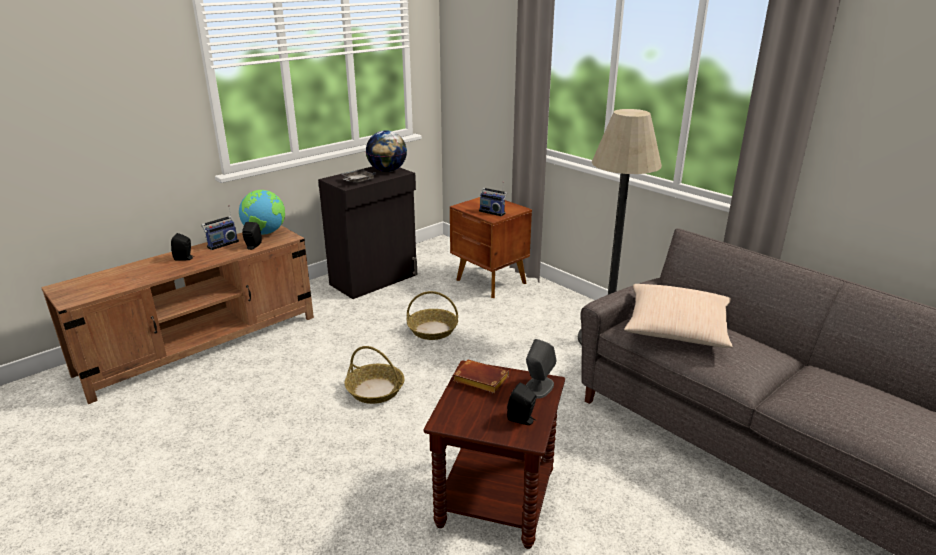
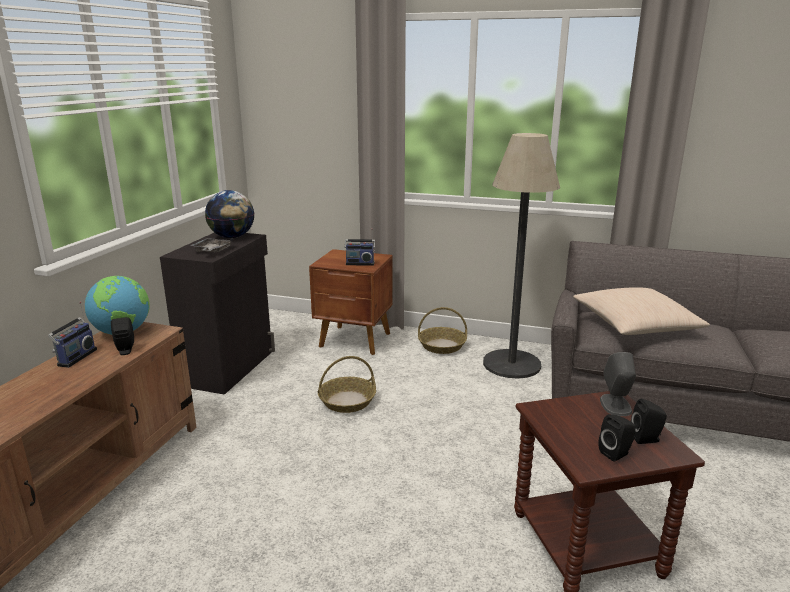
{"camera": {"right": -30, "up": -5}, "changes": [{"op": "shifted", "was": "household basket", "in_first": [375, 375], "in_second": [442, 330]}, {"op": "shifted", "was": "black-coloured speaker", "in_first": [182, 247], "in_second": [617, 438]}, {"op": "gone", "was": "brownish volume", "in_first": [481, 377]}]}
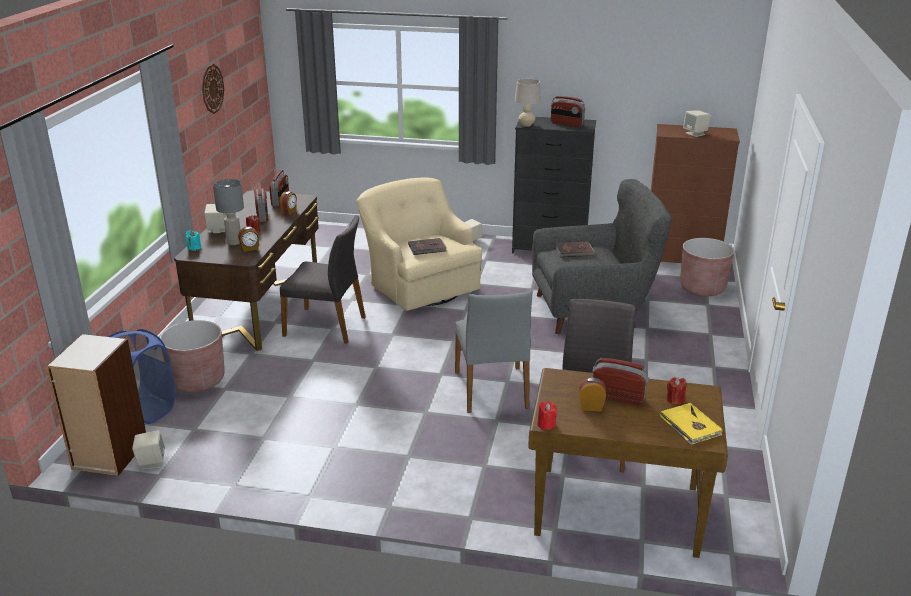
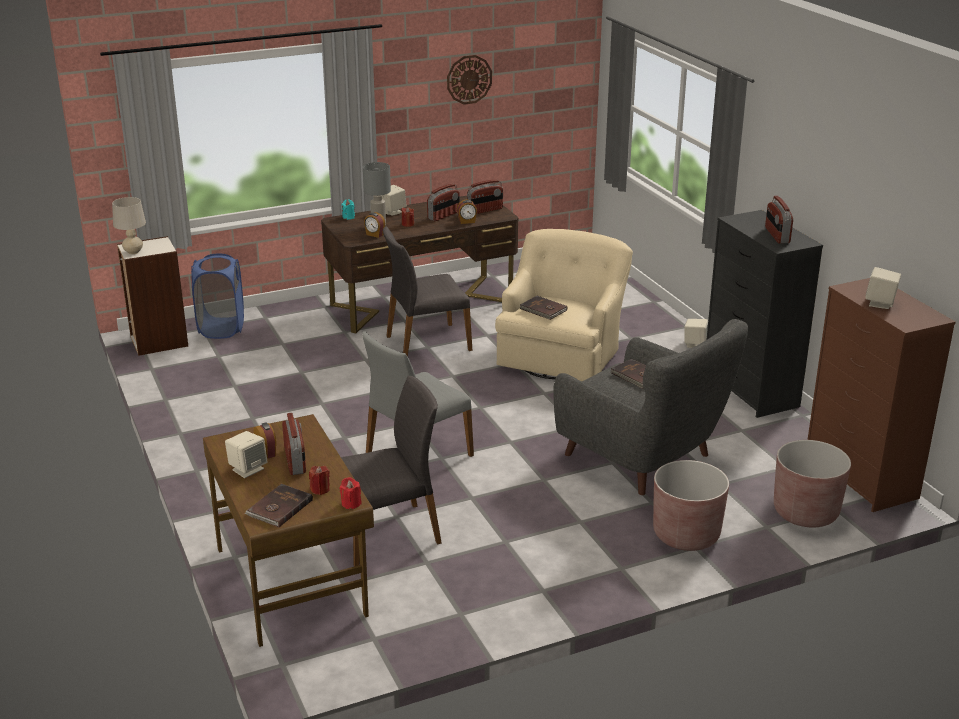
{"camera": {"right": 55, "up": 0}, "changes": [{"op": "shifted", "was": "beige table lamp", "in_first": [527, 103], "in_second": [129, 225]}, {"op": "shifted", "was": "beige speaker", "in_first": [148, 449], "in_second": [246, 454]}, {"op": "repainted", "was": "yellow-coloured volume", "now": "brownish volume", "in_first": [691, 423], "in_second": [279, 505]}, {"op": "shifted", "was": "red-coloured candle", "in_first": [547, 415], "in_second": [350, 493]}, {"op": "rotated", "was": "greyish plain chair", "in_first": [323, 279], "in_second": [428, 291], "clockwise": 90}, {"op": "shifted", "was": "brownish plant pot", "in_first": [192, 356], "in_second": [691, 505]}]}
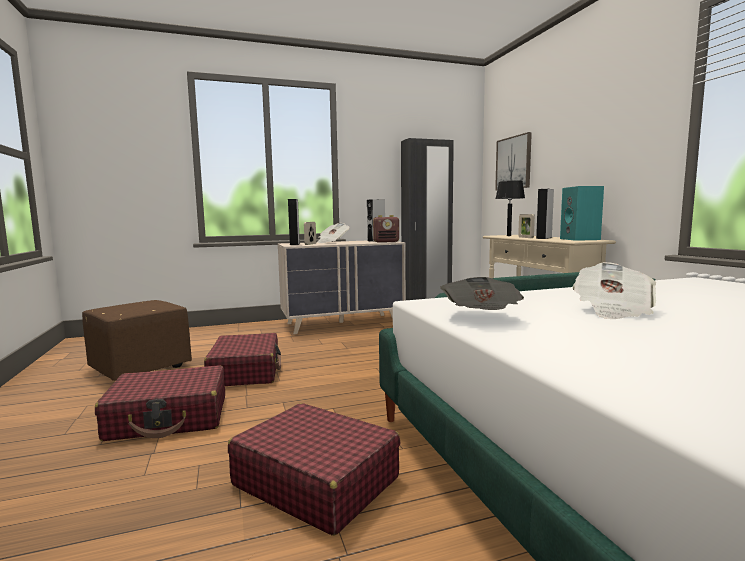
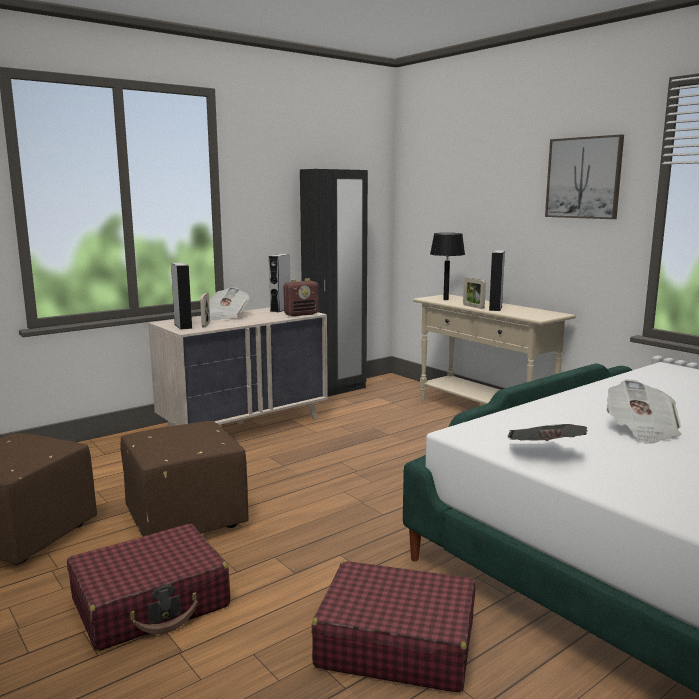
{"camera": {"right": -20, "up": 5}, "changes": [{"op": "swapped", "was": "red-coloured travel case", "now": "brownish footrest", "in_first": [242, 359], "in_second": [184, 479]}, {"op": "shifted", "was": "picture", "in_first": [513, 161], "in_second": [584, 177]}, {"op": "gone", "was": "turquoise speaker", "in_first": [582, 213]}]}
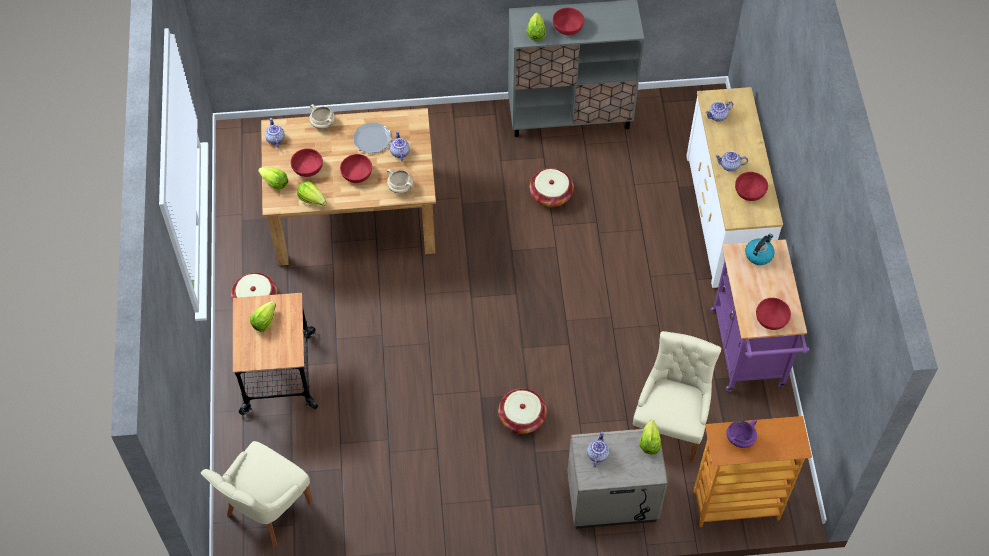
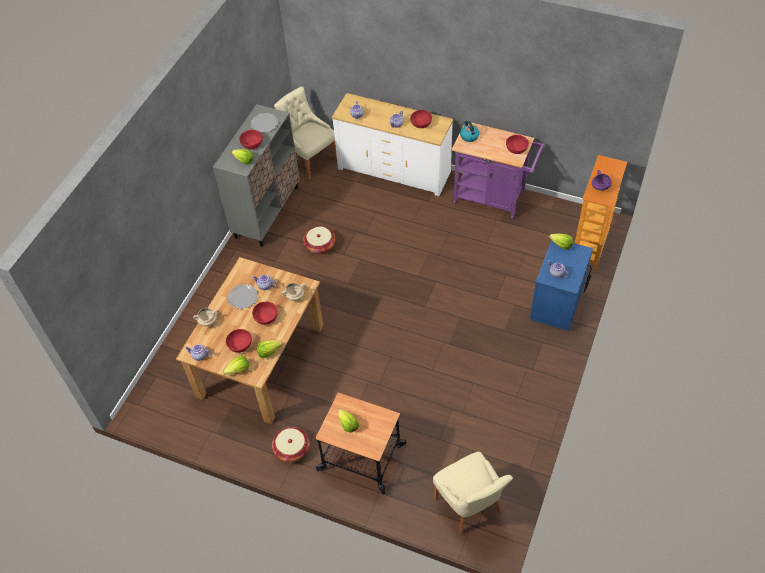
{"camera": {"right": -60, "up": -5}, "changes": [{"op": "new", "now": "plate", "in_second": [264, 122]}, {"op": "shifted", "was": "beige plain chair", "in_first": [677, 396], "in_second": [305, 133]}, {"op": "repainted", "was": "beige nightstand", "now": "blue nightstand", "in_first": [617, 478], "in_second": [561, 285]}, {"op": "gone", "was": "household basket", "in_first": [522, 411]}]}
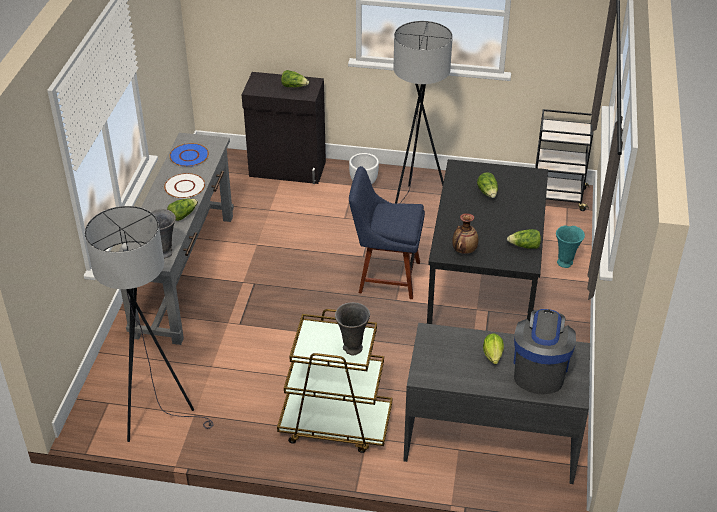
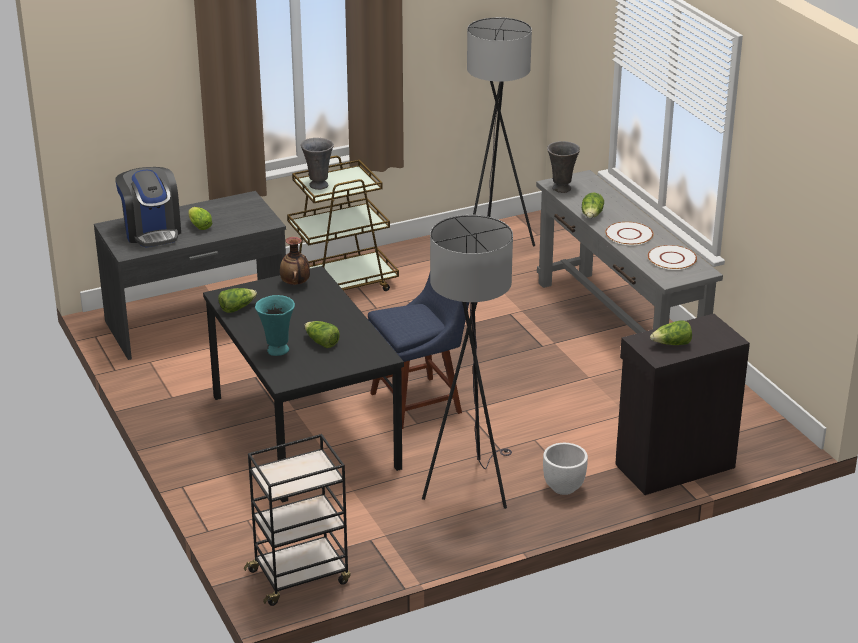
{"camera": {"right": 145, "up": -10}, "changes": [{"op": "shifted", "was": "turquoise vase", "in_first": [570, 246], "in_second": [275, 325]}, {"op": "repainted", "was": "blue plate", "now": "white-coloured plate", "in_first": [189, 155], "in_second": [672, 257]}]}
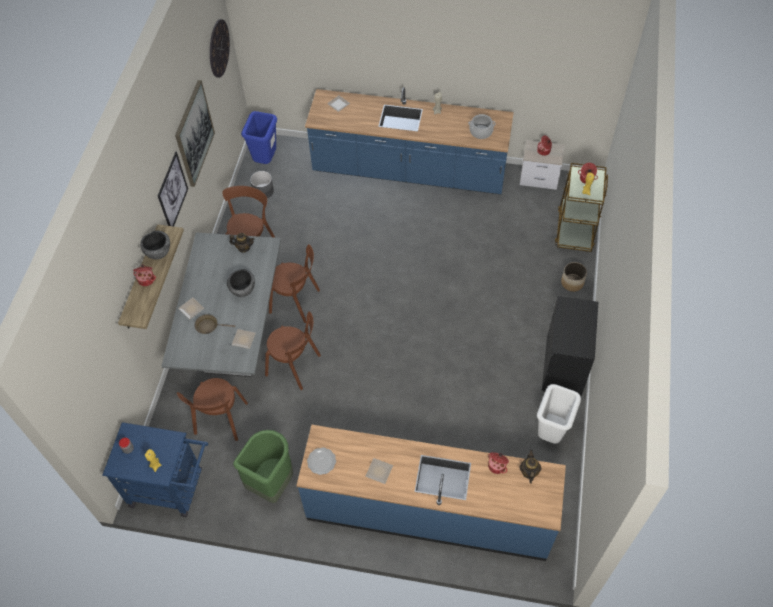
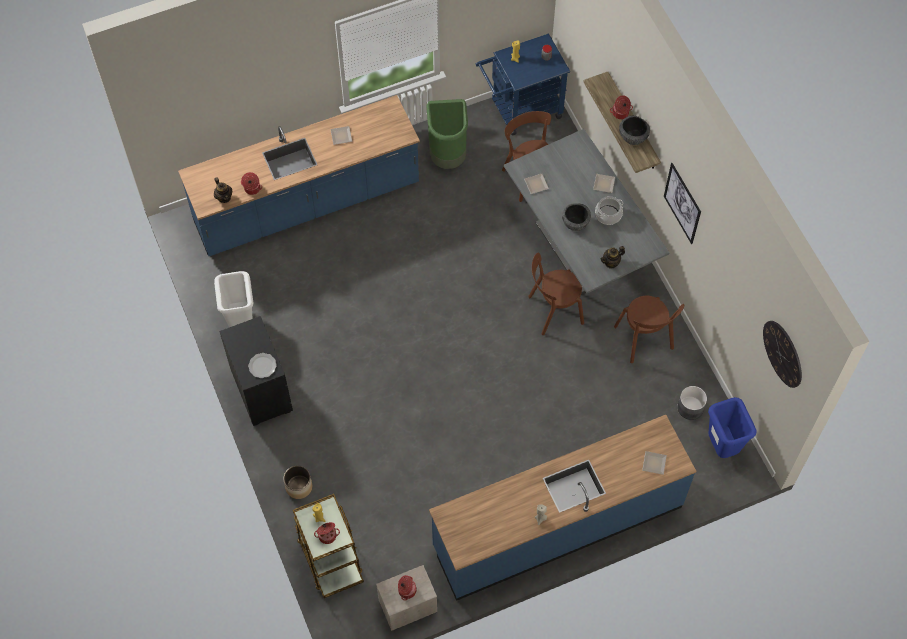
{"camera": {"right": 145, "up": 5}, "changes": [{"op": "shifted", "was": "plate", "in_first": [321, 461], "in_second": [262, 365]}, {"op": "shifted", "was": "cooking pot", "in_first": [482, 126], "in_second": [609, 210]}, {"op": "gone", "was": "picture", "in_first": [195, 133]}, {"op": "gone", "was": "brownish skillet", "in_first": [215, 324]}, {"op": "gone", "was": "brownish plain chair", "in_first": [293, 351]}]}
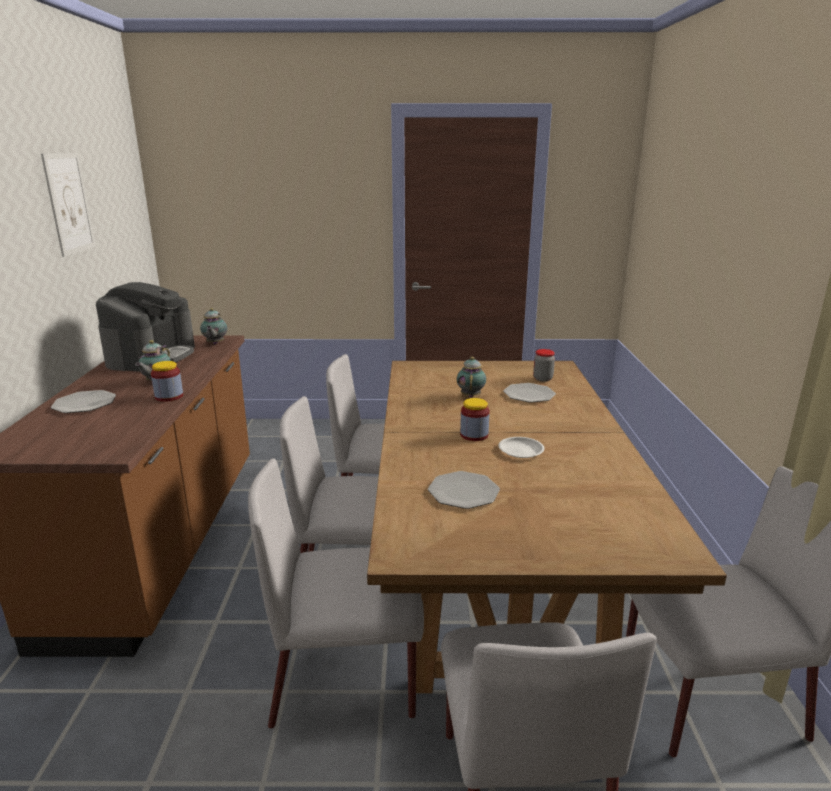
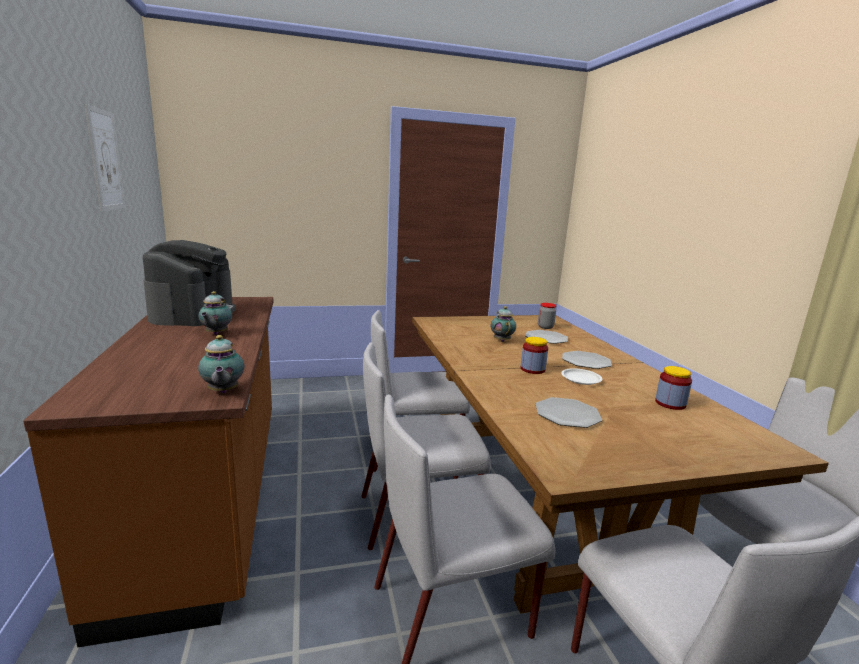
{"camera": {"right": -15, "up": -5}, "changes": [{"op": "shifted", "was": "pot for tea", "in_first": [213, 326], "in_second": [221, 364]}, {"op": "shifted", "was": "plate", "in_first": [83, 401], "in_second": [587, 360]}, {"op": "shifted", "was": "jar", "in_first": [167, 381], "in_second": [673, 388]}]}
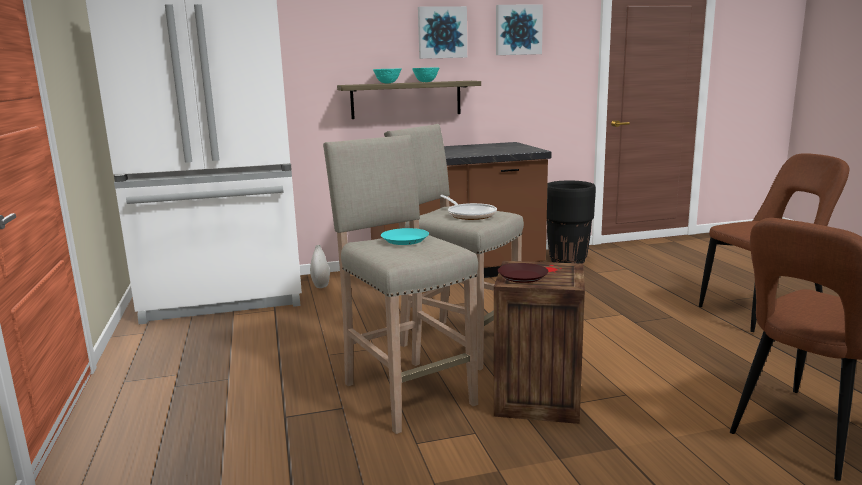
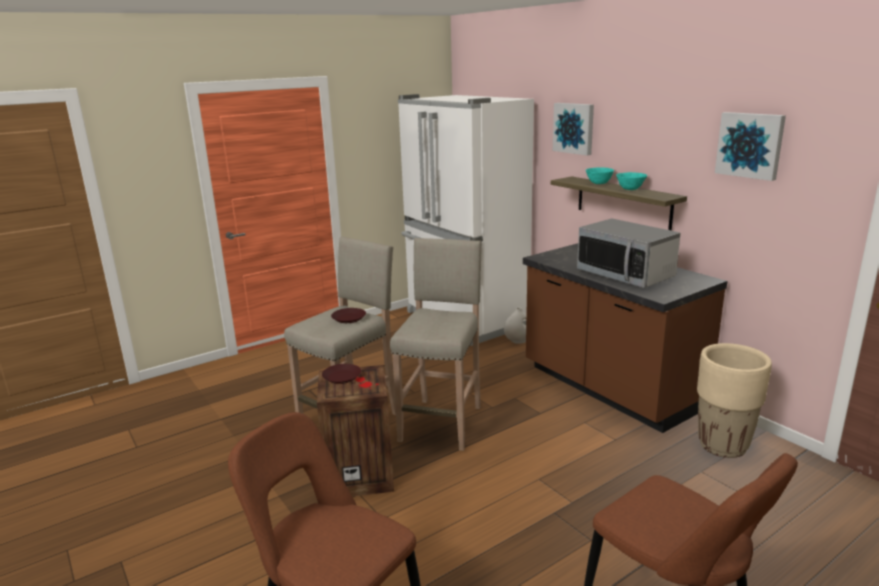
{"camera": {"right": 70, "up": 5}, "changes": [{"op": "repainted", "was": "turquoise plate", "now": "brownish plate", "in_first": [405, 236], "in_second": [348, 315]}, {"op": "shifted", "was": "picture", "in_first": [442, 32], "in_second": [573, 129]}, {"op": "new", "now": "microwave", "in_second": [629, 253]}, {"op": "repainted", "was": "black-coloured plant pot", "now": "beige plant pot", "in_first": [571, 222], "in_second": [734, 400]}, {"op": "gone", "was": "skillet", "in_first": [468, 207]}]}
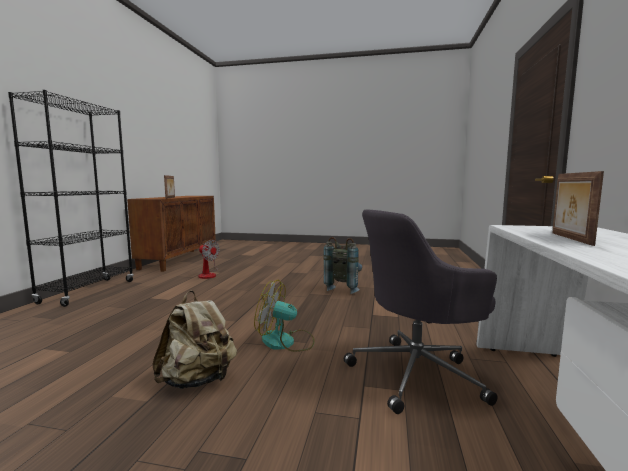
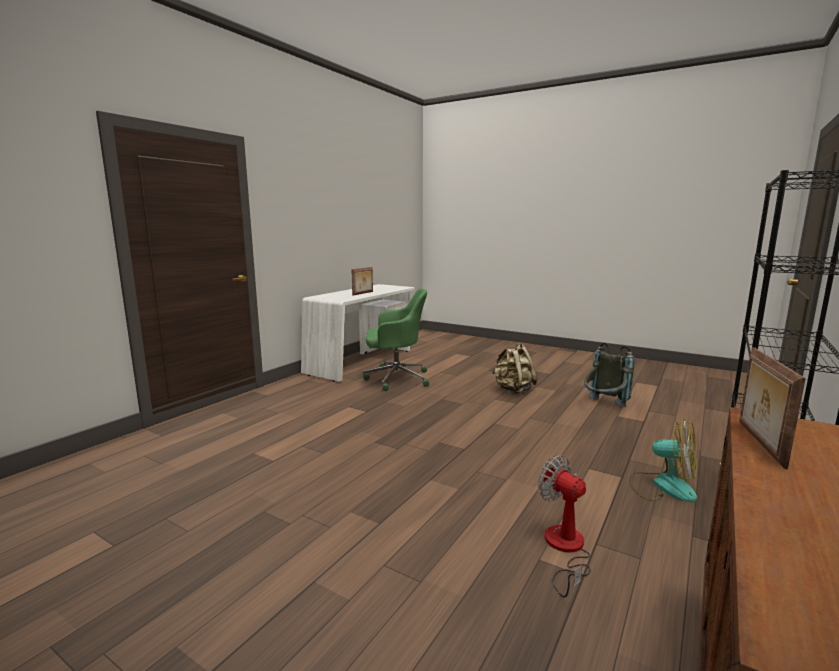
{"camera": {"right": -160, "up": 5}, "changes": [{"op": "repainted", "was": "greyish office chair", "now": "green office chair", "in_first": [421, 311], "in_second": [396, 340]}, {"op": "shifted", "was": "greyish backpack", "in_first": [342, 265], "in_second": [609, 374]}, {"op": "shifted", "was": "cooling fan", "in_first": [284, 316], "in_second": [663, 460]}]}
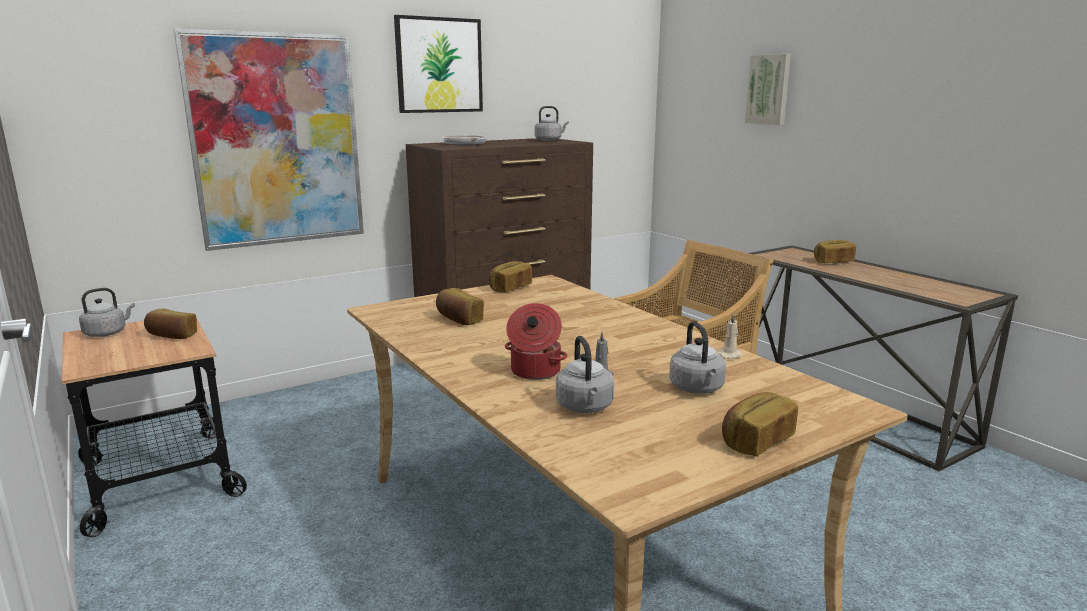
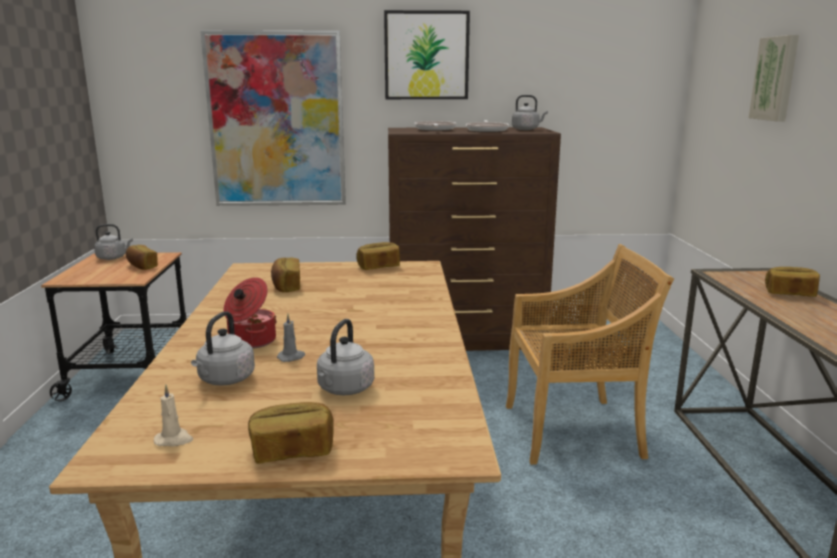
{"camera": {"right": 30, "up": 0}, "changes": [{"op": "shifted", "was": "beige candle", "in_first": [729, 336], "in_second": [173, 416]}, {"op": "new", "now": "skillet", "in_second": [487, 126]}]}
